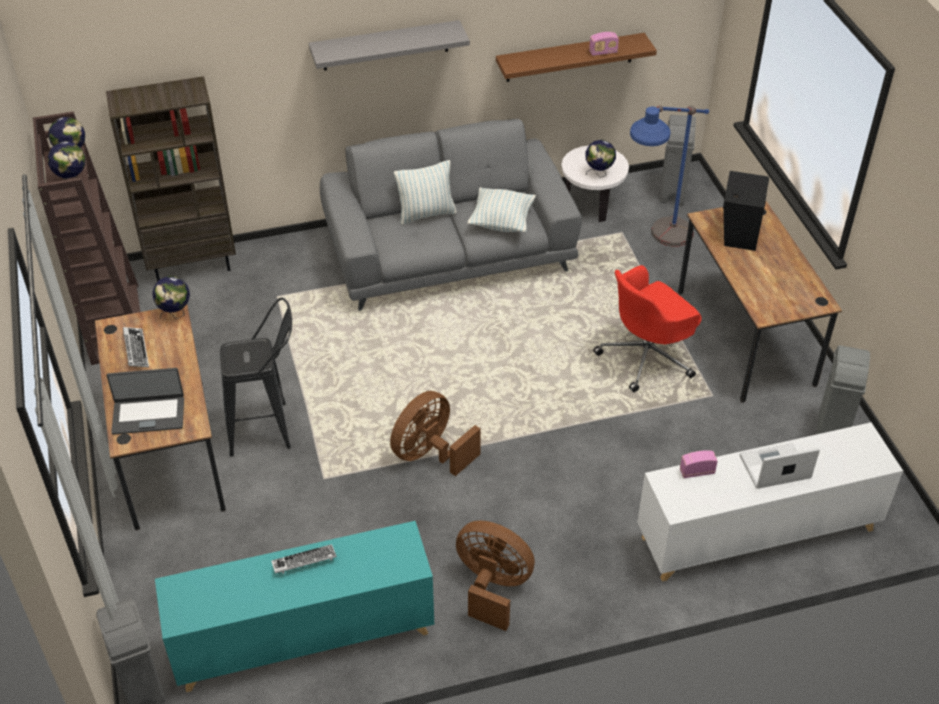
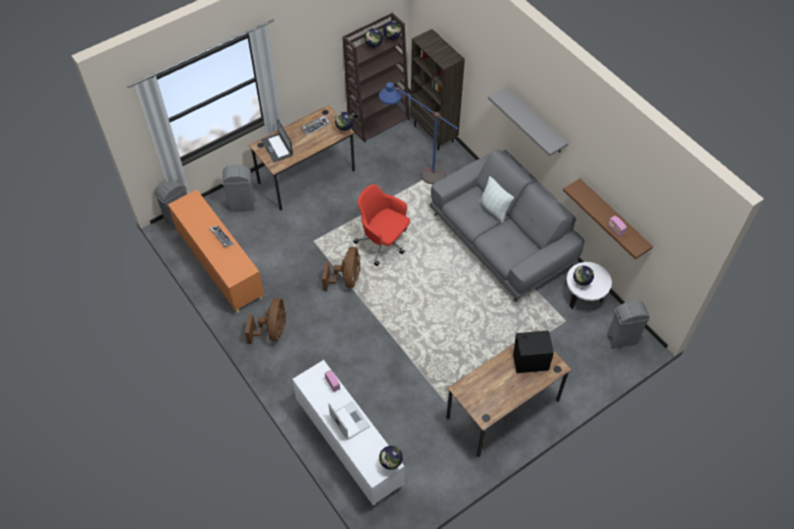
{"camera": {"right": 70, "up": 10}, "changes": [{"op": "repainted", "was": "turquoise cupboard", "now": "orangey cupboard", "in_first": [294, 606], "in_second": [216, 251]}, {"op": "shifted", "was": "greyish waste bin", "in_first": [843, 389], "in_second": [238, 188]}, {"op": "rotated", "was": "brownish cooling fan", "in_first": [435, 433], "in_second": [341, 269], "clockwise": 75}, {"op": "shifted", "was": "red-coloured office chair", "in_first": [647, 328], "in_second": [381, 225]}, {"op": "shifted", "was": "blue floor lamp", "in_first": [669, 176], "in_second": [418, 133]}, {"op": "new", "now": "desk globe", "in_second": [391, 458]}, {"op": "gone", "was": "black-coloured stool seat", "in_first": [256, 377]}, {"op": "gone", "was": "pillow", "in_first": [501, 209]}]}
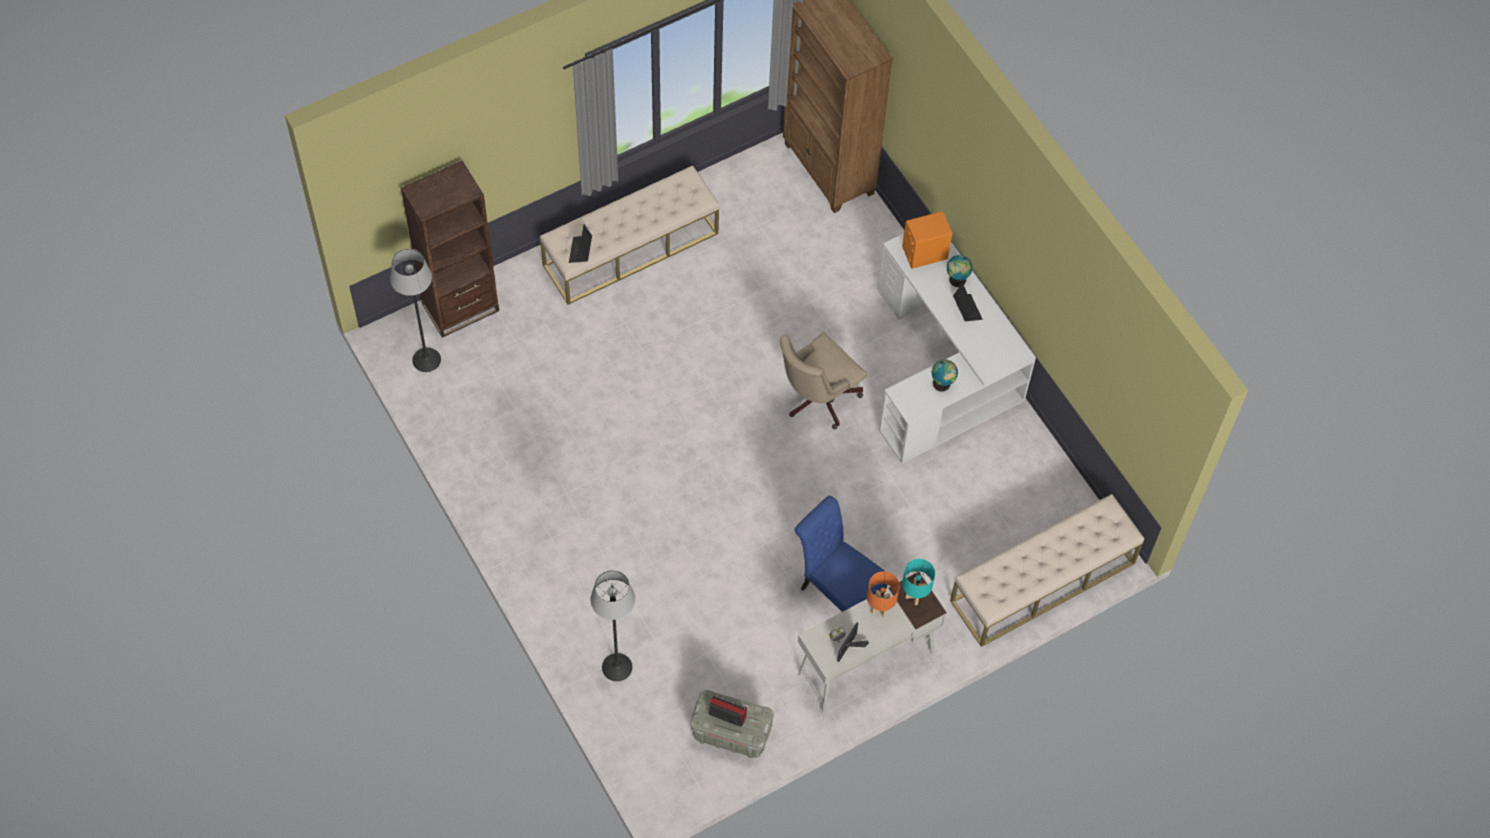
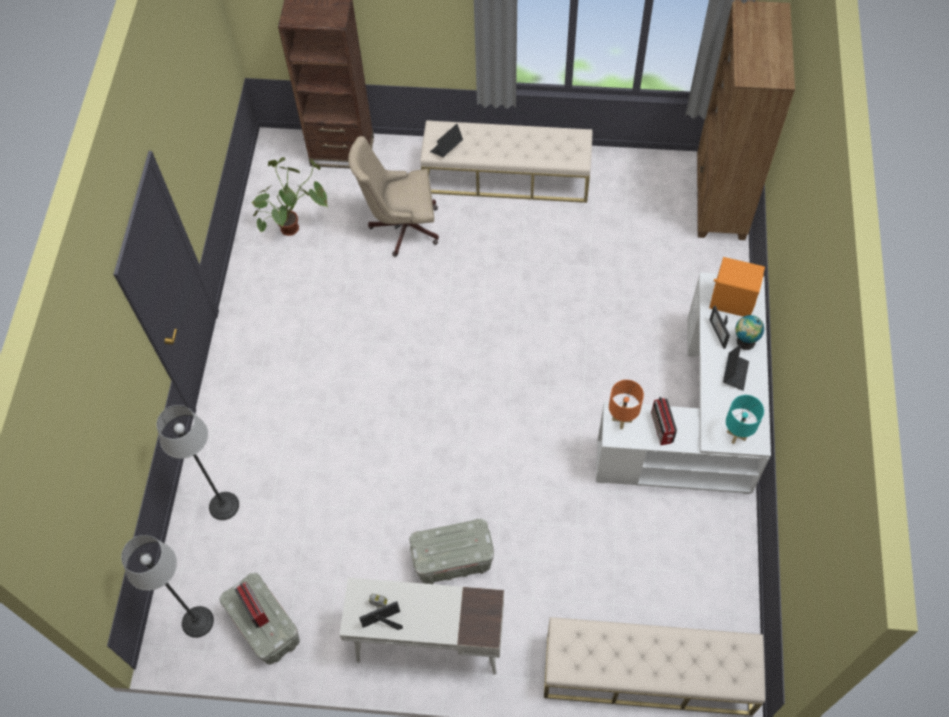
{"camera": {"right": 40, "up": 0}, "changes": [{"op": "shifted", "was": "floor lamp", "in_first": [415, 310], "in_second": [167, 586]}, {"op": "new", "now": "plant in a pot", "in_second": [289, 196]}, {"op": "shifted", "was": "beige office chair", "in_first": [823, 380], "in_second": [393, 196]}, {"op": "swapped", "was": "blue plain chair", "now": "greyish storage container", "in_first": [840, 554], "in_second": [451, 551]}, {"op": "shifted", "was": "orangey table lamp", "in_first": [883, 594], "in_second": [626, 404]}, {"op": "swapped", "was": "desk globe", "now": "radio set", "in_first": [945, 375], "in_second": [664, 421]}, {"op": "new", "now": "standing frame", "in_second": [719, 327]}, {"op": "shifted", "was": "turquoise table lamp", "in_first": [918, 582], "in_second": [745, 419]}]}
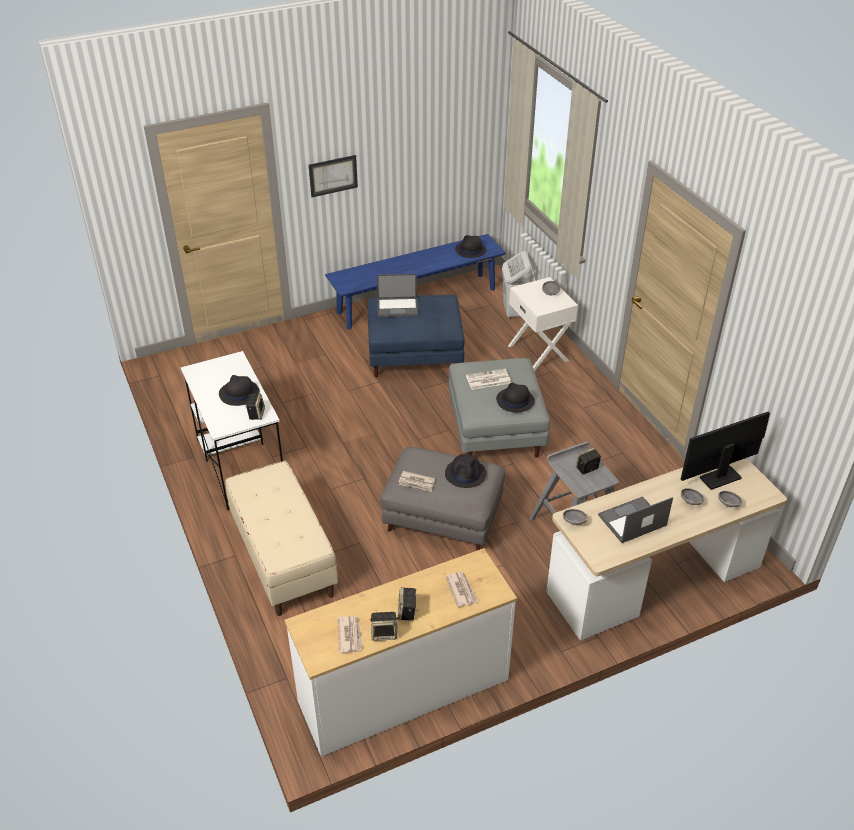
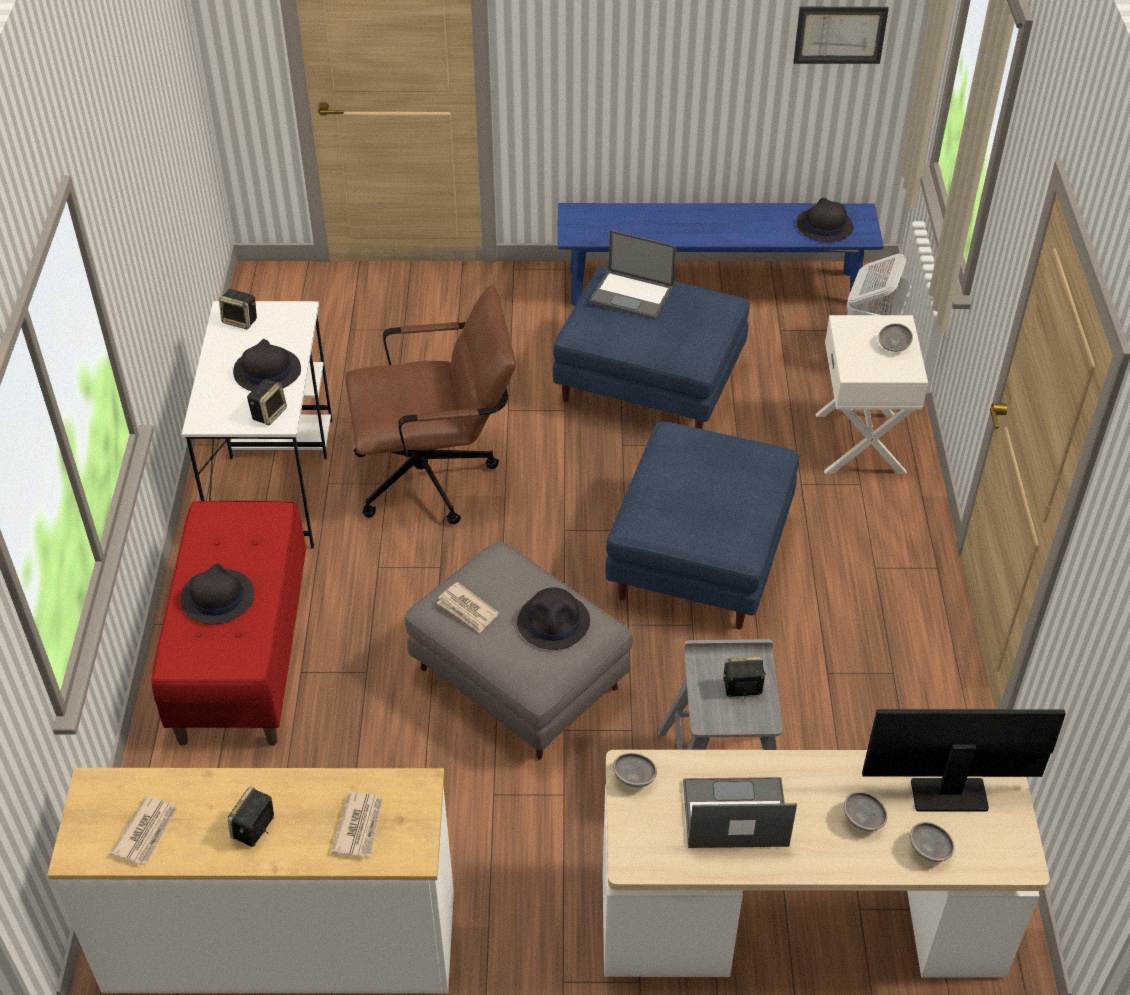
{"camera": {"right": 25, "up": 5}, "changes": [{"op": "repainted", "was": "beige indoor bench", "now": "red-coloured indoor bench", "in_first": [281, 538], "in_second": [228, 623]}, {"op": "shifted", "was": "black-coloured hat", "in_first": [515, 397], "in_second": [217, 593]}, {"op": "shifted", "was": "speaker", "in_first": [384, 626], "in_second": [238, 309]}, {"op": "new", "now": "brownish office chair", "in_second": [430, 405]}, {"op": "repainted", "was": "greyish footrest", "now": "blue footrest", "in_first": [499, 408], "in_second": [702, 525]}, {"op": "shifted", "was": "picture", "in_first": [333, 176], "in_second": [841, 35]}, {"op": "gone", "was": "daily paper", "in_first": [488, 379]}]}
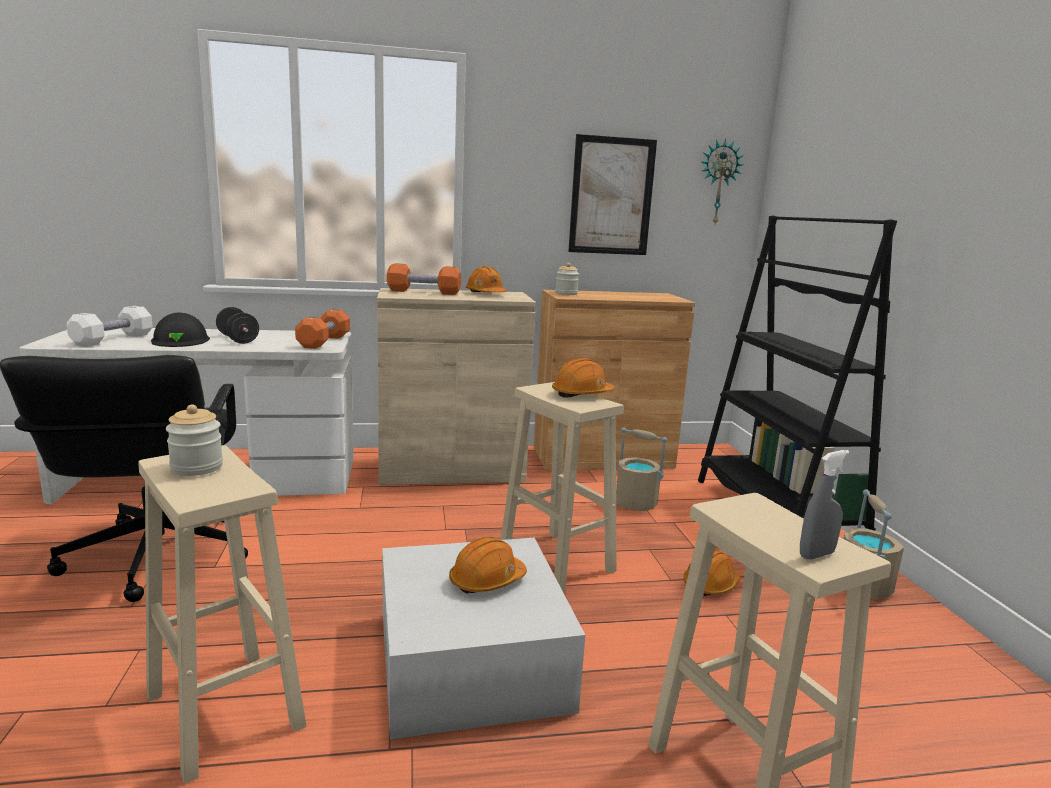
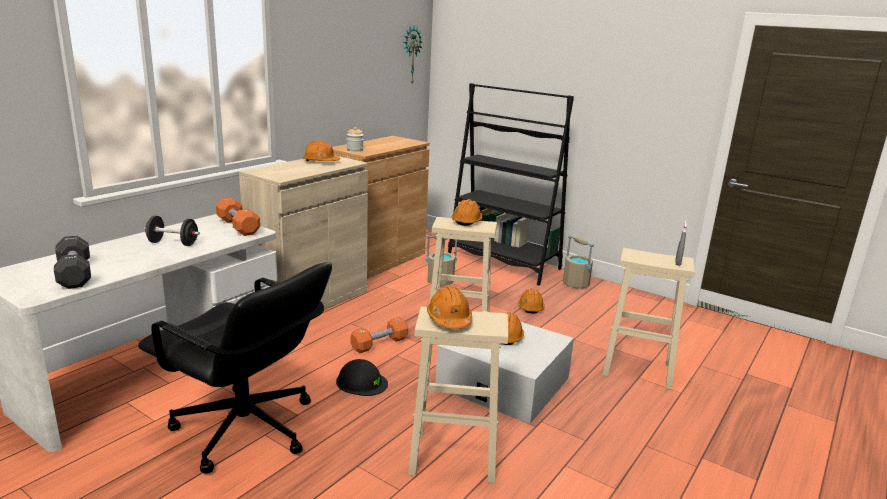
{"camera": {"right": -45, "up": 5}, "changes": [{"op": "repainted", "was": "white-coloured free weight", "now": "black-coloured free weight", "in_first": [110, 326], "in_second": [72, 262]}, {"op": "shifted", "was": "black-coloured safety helmet", "in_first": [180, 329], "in_second": [362, 377]}, {"op": "shifted", "was": "orangey free weight", "in_first": [424, 279], "in_second": [379, 335]}, {"op": "swapped", "was": "jar", "now": "orangey safety helmet", "in_first": [194, 440], "in_second": [449, 307]}, {"op": "gone", "was": "picture", "in_first": [612, 194]}]}
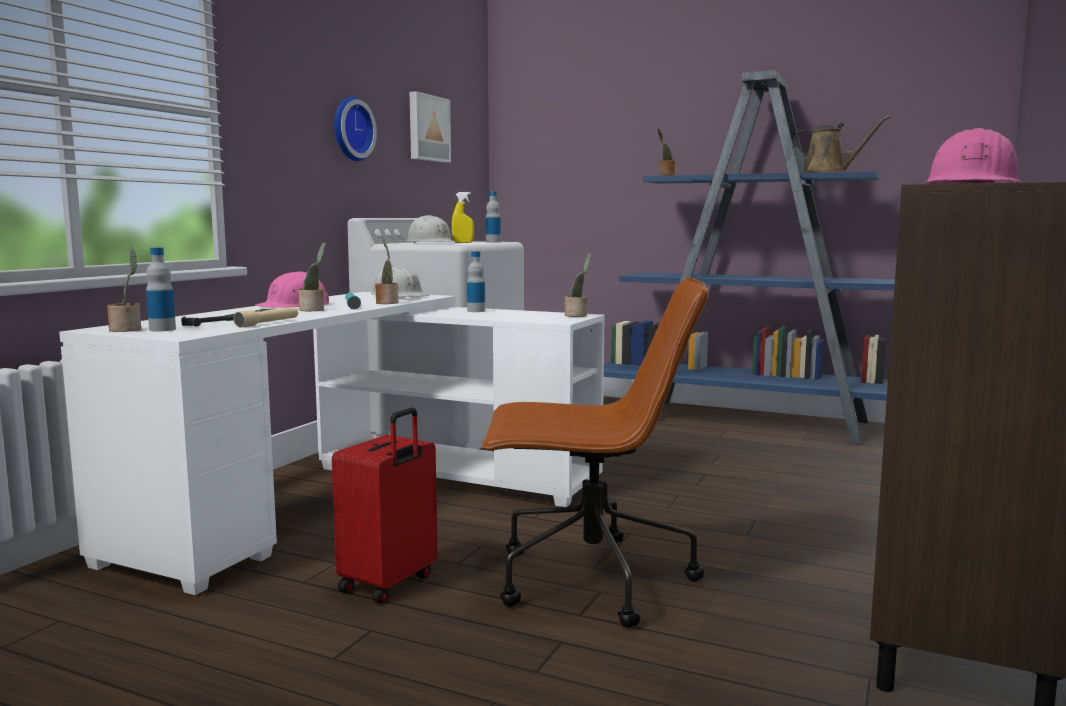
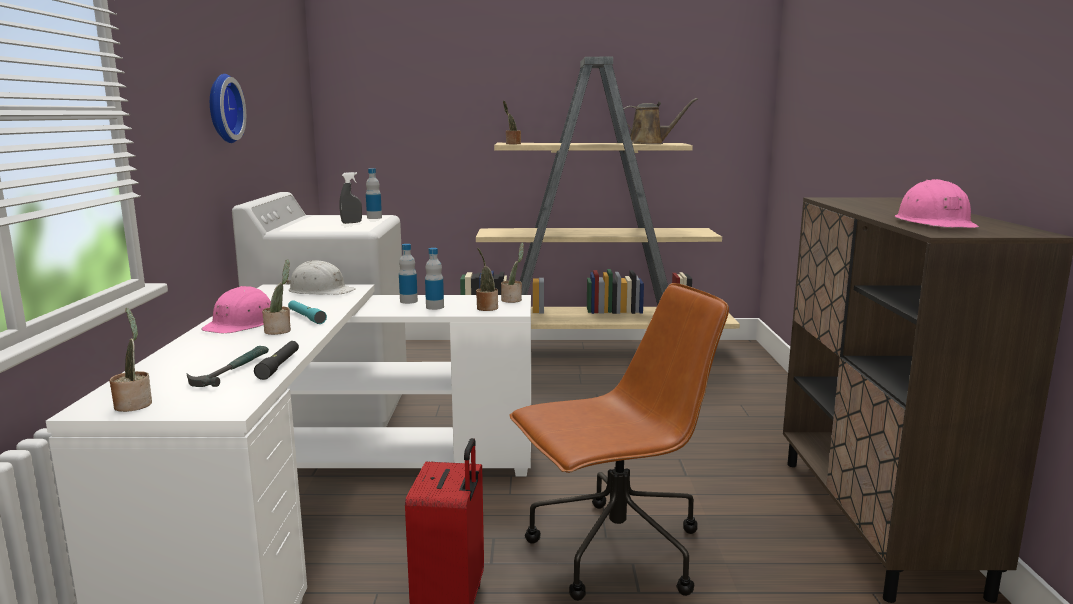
{"camera": {"right": -25, "up": 5}, "changes": [{"op": "repainted", "was": "beige torch", "now": "black-coloured torch", "in_first": [265, 317], "in_second": [276, 360]}, {"op": "repainted", "was": "yellow-coloured spray bottle", "now": "greyish spray bottle", "in_first": [463, 217], "in_second": [350, 198]}, {"op": "shifted", "was": "beverage bottle", "in_first": [161, 289], "in_second": [434, 279]}, {"op": "repainted", "was": "blue bookcase", "now": "beige bookcase", "in_first": [749, 257], "in_second": [600, 193]}, {"op": "shifted", "was": "plant in a pot", "in_first": [387, 272], "in_second": [487, 279]}, {"op": "gone", "was": "white-coloured safety helmet", "in_first": [431, 229]}, {"op": "gone", "was": "picture", "in_first": [430, 127]}]}
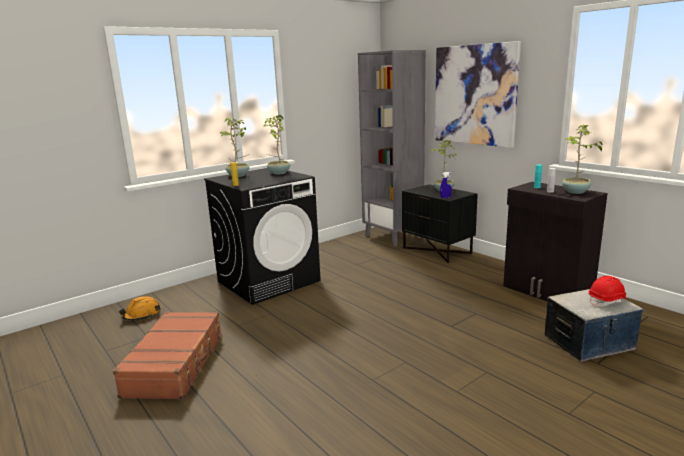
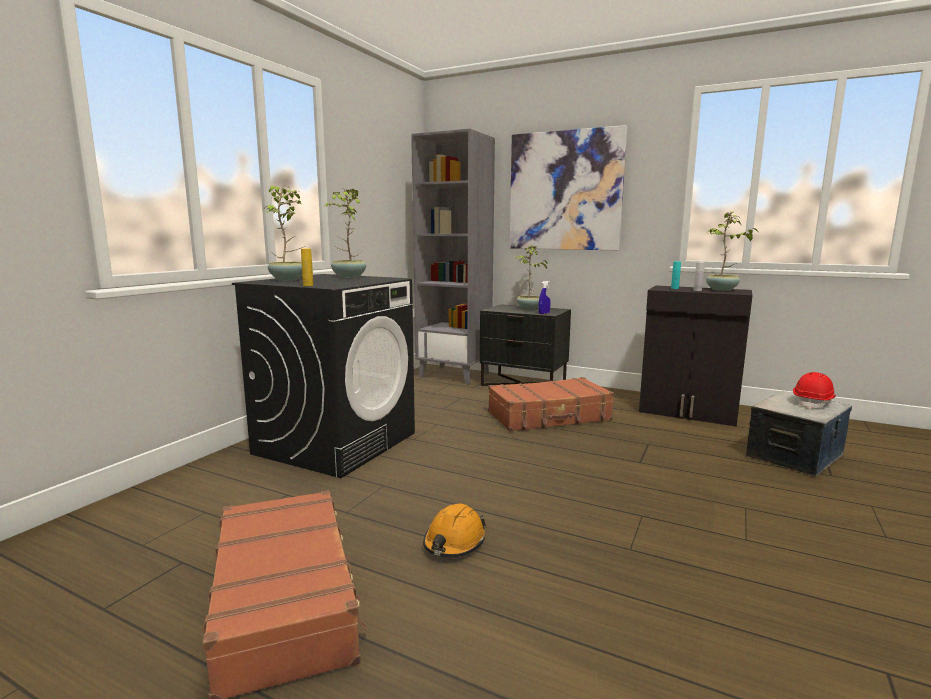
{"camera": {"right": -25, "up": -5}, "changes": [{"op": "shifted", "was": "orangey safety helmet", "in_first": [140, 308], "in_second": [455, 530]}, {"op": "new", "now": "brownish travel case", "in_second": [551, 404]}]}
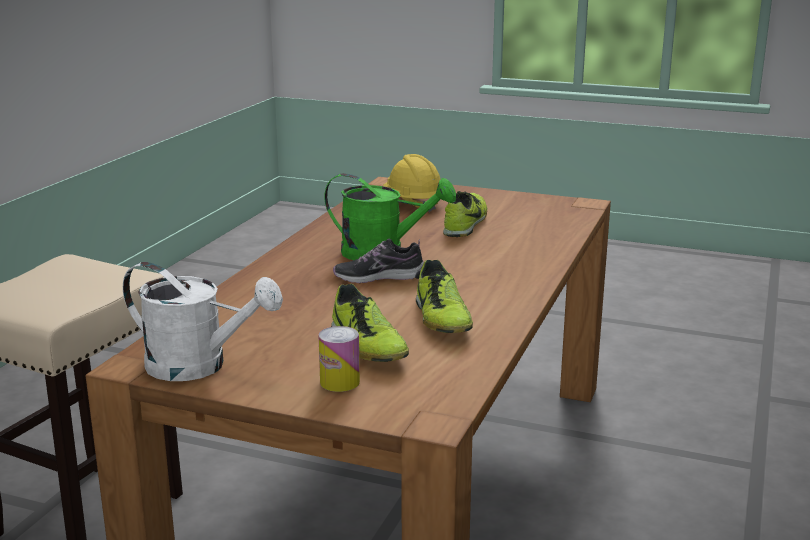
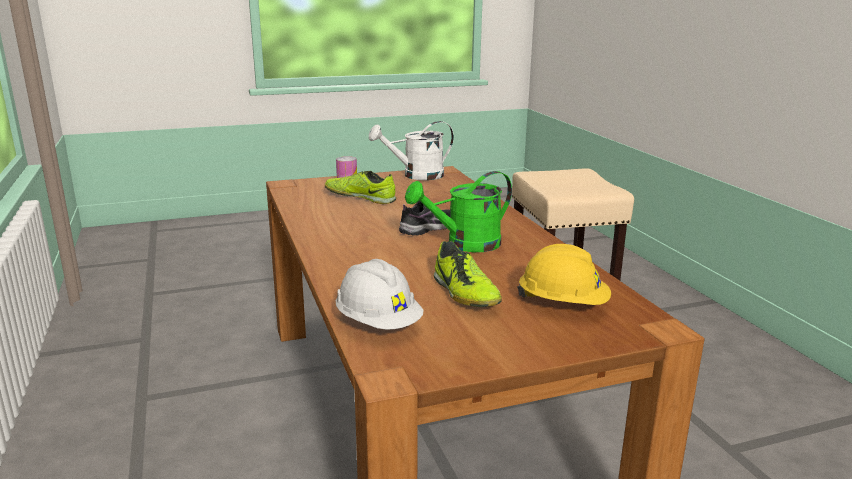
{"camera": {"right": 140, "up": 0}, "changes": [{"op": "new", "now": "white-coloured safety helmet", "in_second": [380, 294]}, {"op": "gone", "was": "shoe", "in_first": [444, 296]}]}
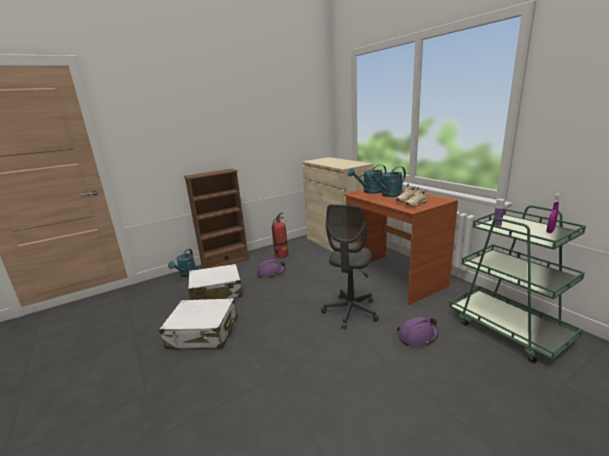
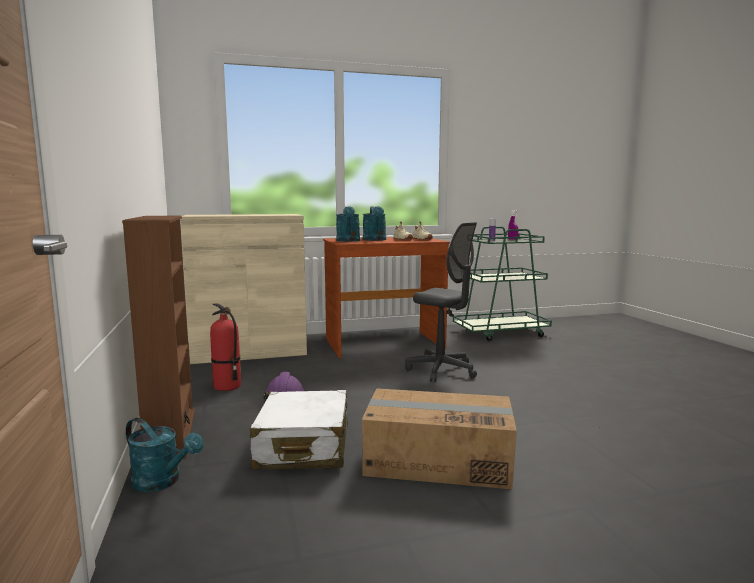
{"camera": {"right": -75, "up": -10}, "changes": [{"op": "swapped", "was": "white-coloured travel case", "now": "cardboard box", "in_first": [198, 323], "in_second": [439, 438]}, {"op": "gone", "was": "purple safety helmet", "in_first": [417, 331]}]}
